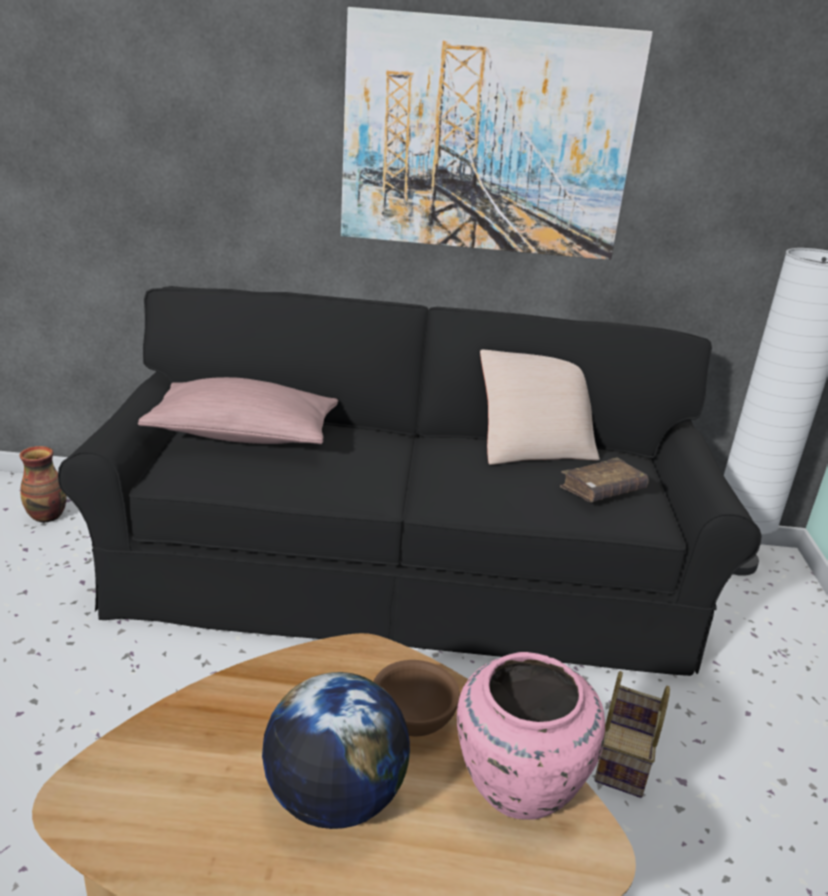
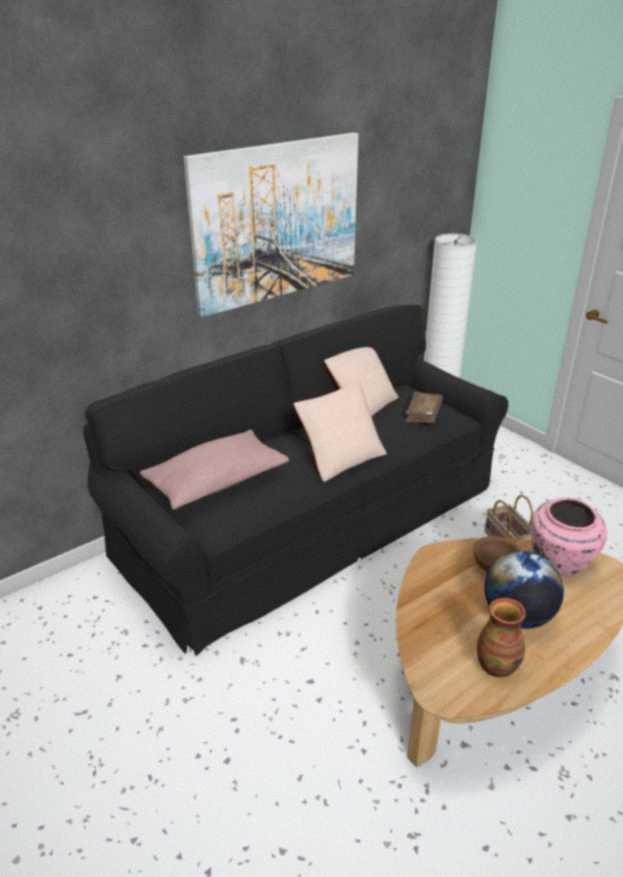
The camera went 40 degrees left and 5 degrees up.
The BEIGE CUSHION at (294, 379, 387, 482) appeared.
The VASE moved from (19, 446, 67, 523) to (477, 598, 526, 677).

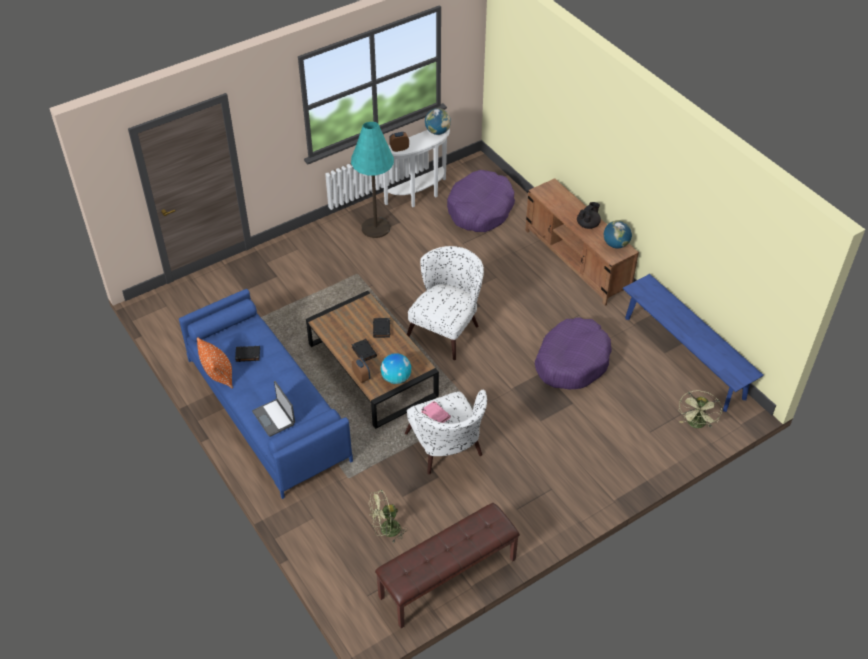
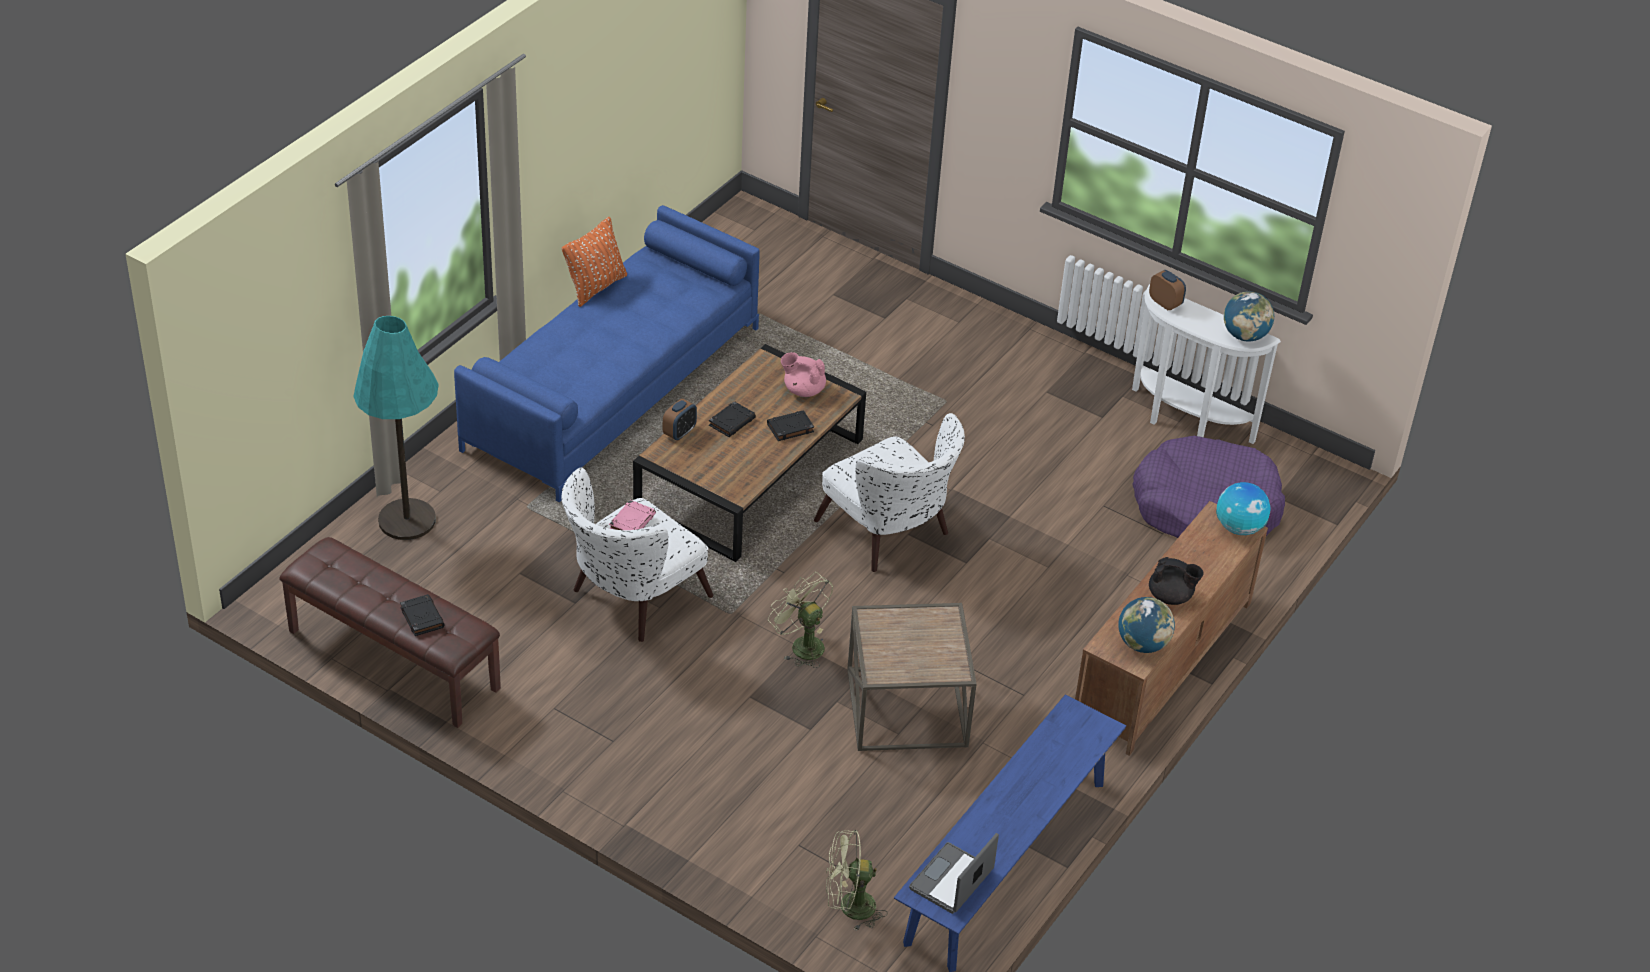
The camera went 65 degrees right and 5 degrees down.
The TURQUOISE STANDING LAMP moved from (351, 122, 394, 238) to (353, 316, 439, 540).
The BLACK-COLOURED BOOK moved from (235, 346, 260, 362) to (400, 594, 445, 636).
The GREENISH ELECTRIC FAN moved from (369, 490, 408, 544) to (768, 572, 833, 668).
The PINKISH TEAPOT at (781, 352, 826, 397) appeared.
The WHITISH EASY CHAIR at (407, 246, 484, 360) turned 45 degrees clockwise.
The PURPLE PET BED at (535, 317, 612, 389) was replaced by the BROWN SIDE TABLE at (847, 603, 977, 751).
The NOTEBOOK COMPUTER moved from (252, 381, 295, 437) to (909, 833, 999, 914).
The DESK GLOBE moved from (381, 353, 411, 384) to (1216, 482, 1271, 535).

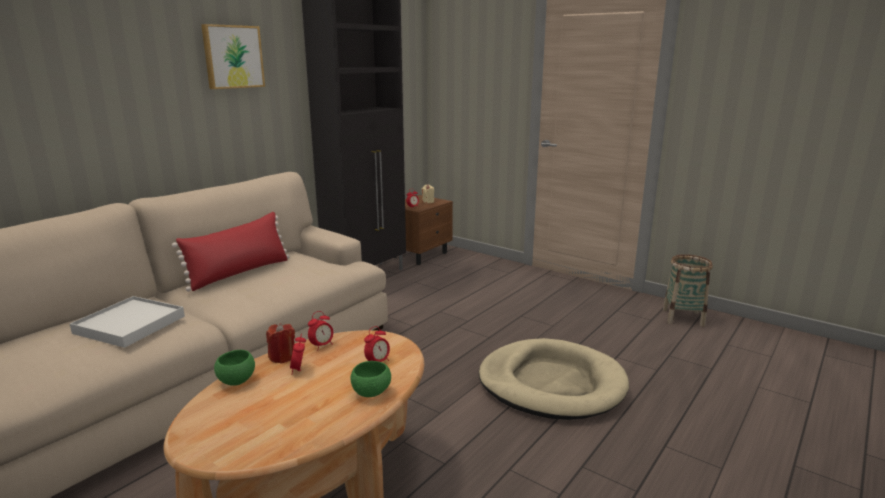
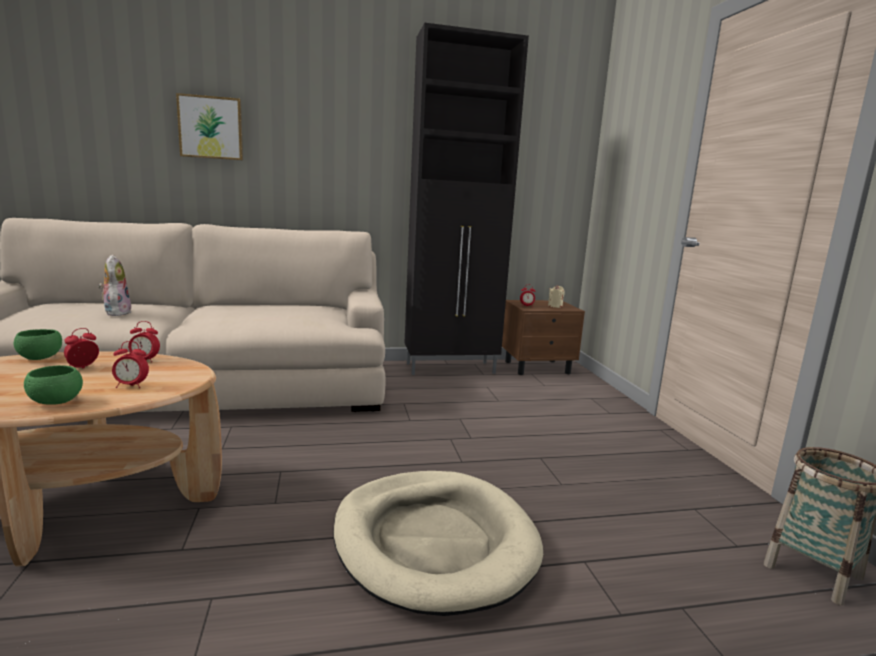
The camera went 40 degrees right and 5 degrees down.
The WHITISH SERVING TRAY at (70, 296, 185, 348) was replaced by the CUDDLY TOY at (98, 255, 132, 316).
The WALL PICTURE moved from (201, 24, 265, 89) to (176, 93, 243, 161).
The RED-COLOURED CUSHION at (172, 212, 290, 291) disappeared.
The RED-COLOURED WAX LIGHT at (266, 323, 295, 363) disappeared.

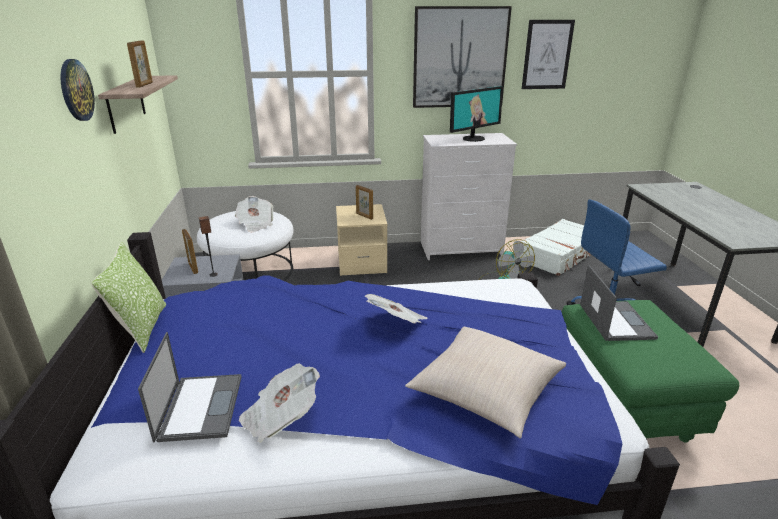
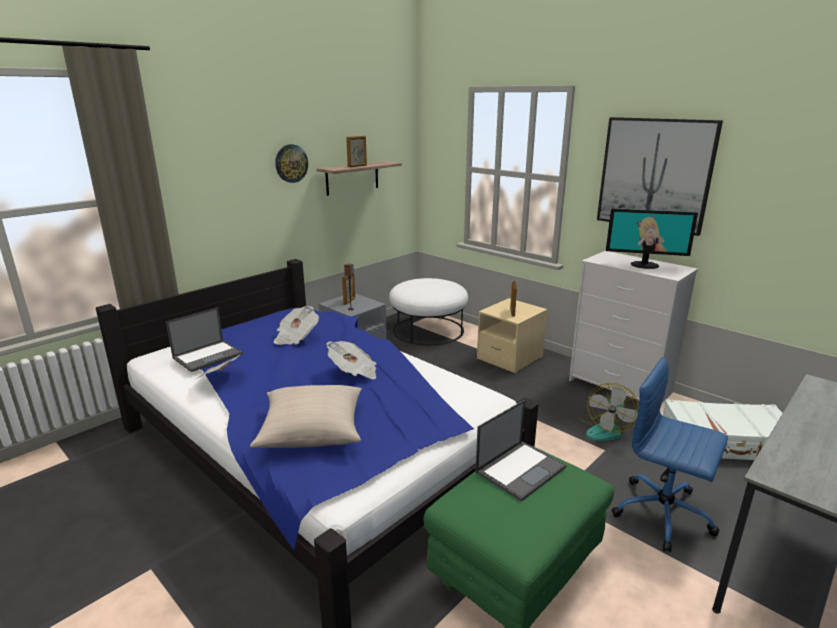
The camera went 50 degrees right and 5 degrees down.
The NEWSPAPER moved from (235, 196, 273, 232) to (274, 306, 319, 345).
The CUSHION at (91, 242, 166, 353) disappeared.
The WALL PICTURE at (522, 20, 575, 89) disappeared.

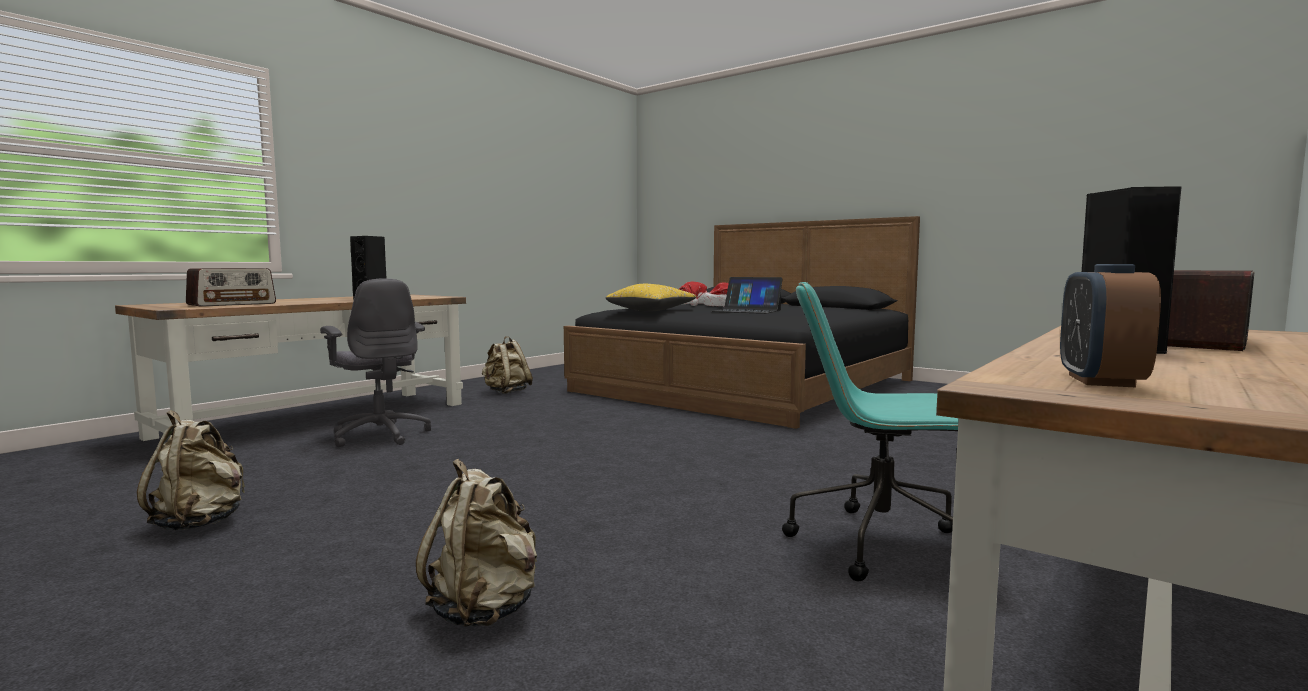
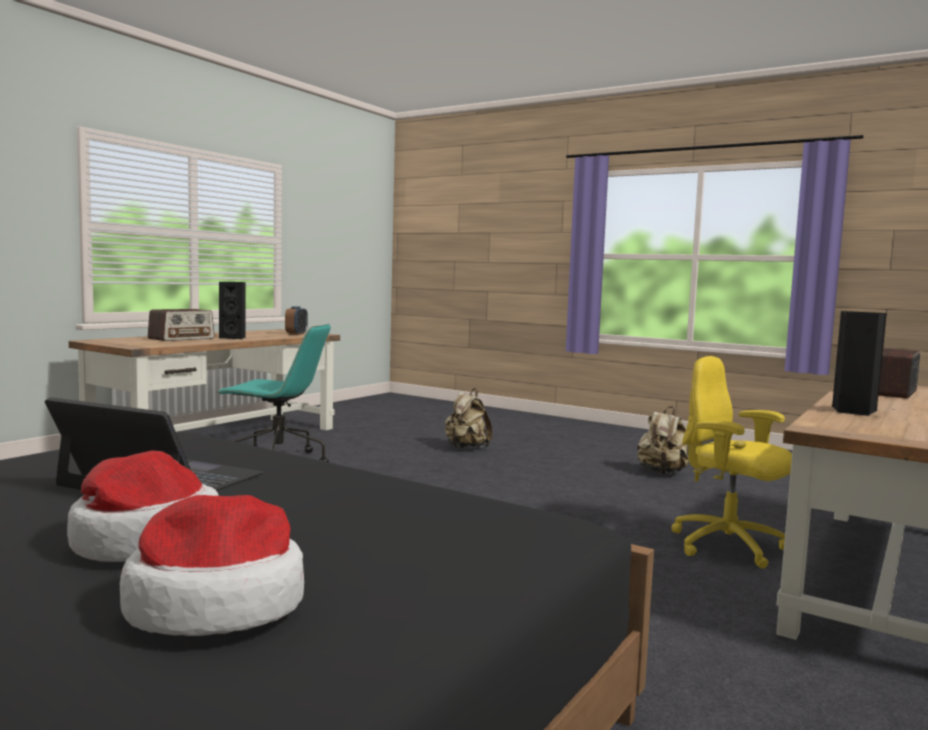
The camera went 175 degrees right and 0 degrees up.
The GREYISH OFFICE CHAIR at (320, 278, 431, 448) became the YELLOWISH OFFICE CHAIR at (671, 356, 792, 568).
The BEIGE BACKPACK at (481, 336, 533, 394) disappeared.
The YELLOWISH CUSHION at (606, 284, 696, 312) disappeared.

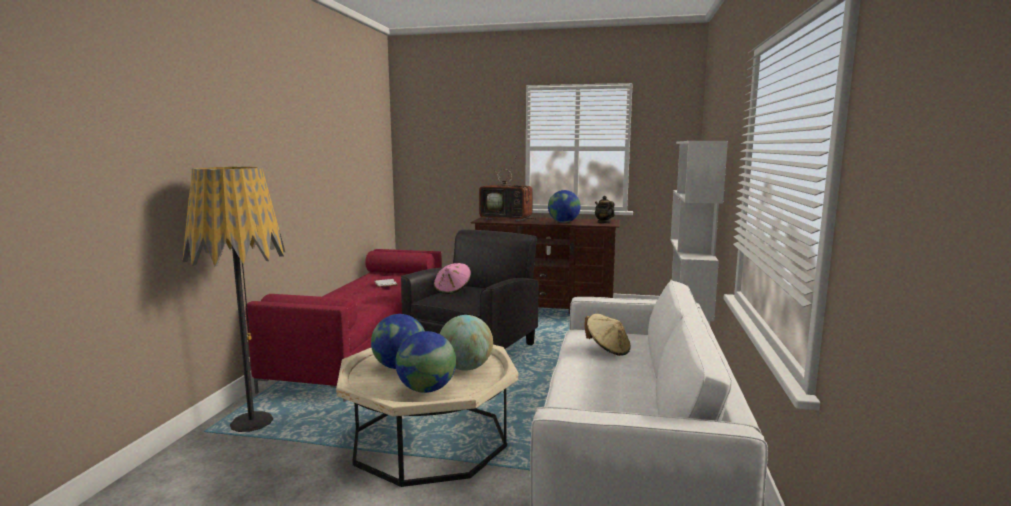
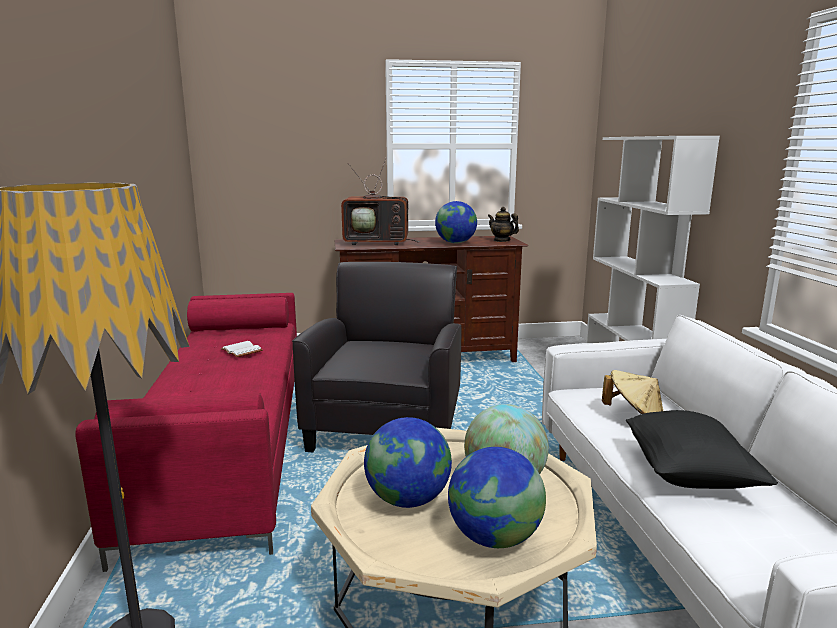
The camera went 20 degrees left and 5 degrees up.
The BLACK-COLOURED CUSHION at (626, 410, 778, 489) appeared.
The PINKISH CLOTHING HAT at (434, 263, 471, 294) disappeared.

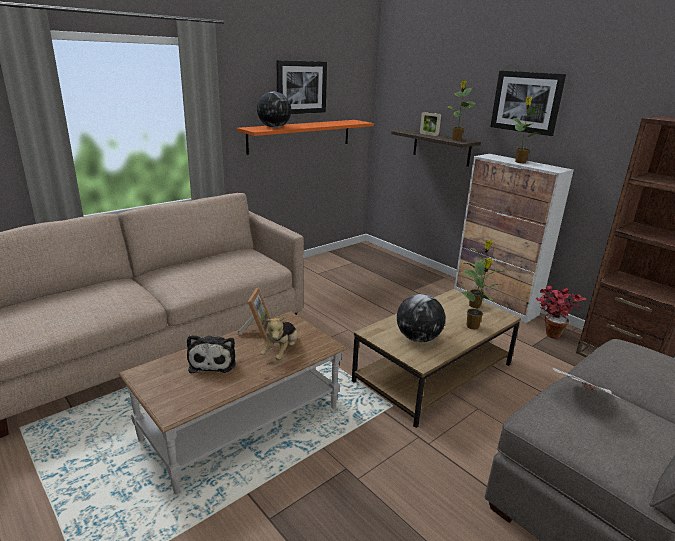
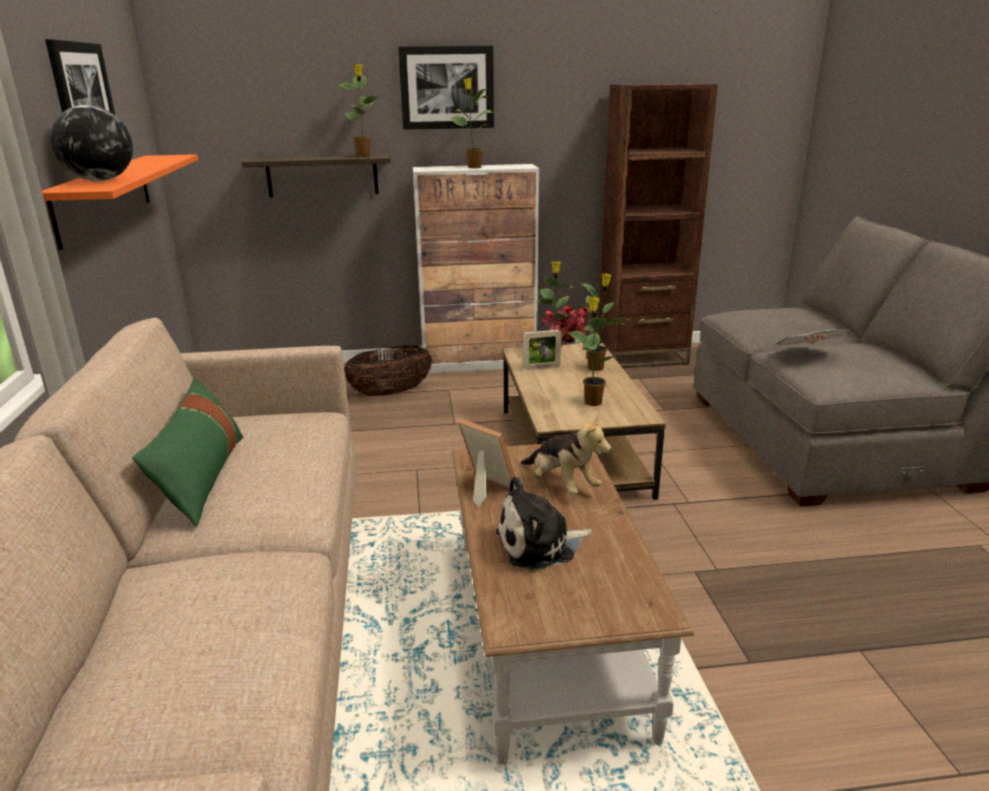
The camera went 55 degrees left and 0 degrees up.
The GREENISH CUSHION at (132, 378, 243, 527) appeared.
The HOUSEHOLD BASKET at (344, 345, 432, 396) appeared.
The CUDDLY TOY at (187, 335, 236, 373) turned 135 degrees clockwise.
The STANDING FRAME moved from (420, 112, 441, 136) to (523, 330, 562, 370).
The DESK GLOBE at (397, 294, 445, 342) was replaced by the POTTED PLANT at (568, 297, 627, 406).

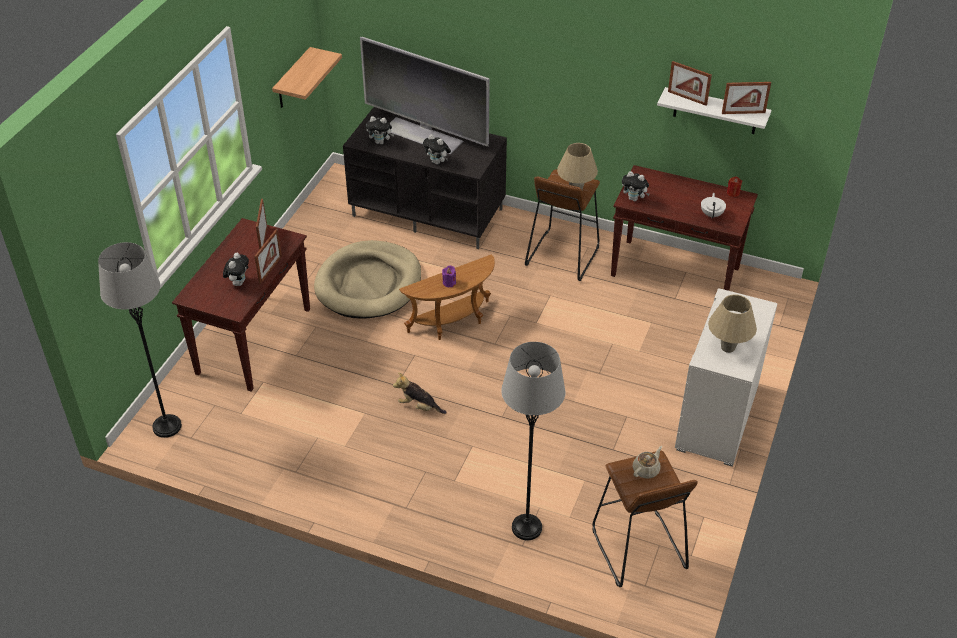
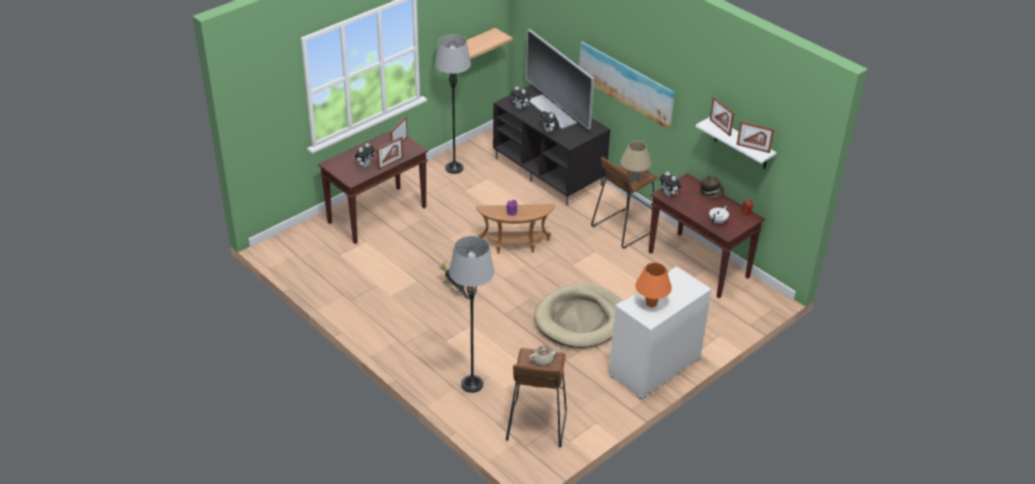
The camera went 25 degrees right and 5 degrees down.
The GREYISH STANDING LAMP moved from (98, 242, 182, 438) to (435, 34, 471, 174).
The BEIGE PET BED moved from (314, 240, 421, 319) to (534, 284, 622, 348).
The WALL PICTURE at (579, 42, 675, 129) appeared.
The BEIGE TABLE LAMP at (708, 294, 757, 353) became the ORANGE TABLE LAMP at (635, 262, 672, 308).
The CLOTHING HAT at (700, 176, 724, 198) appeared.

